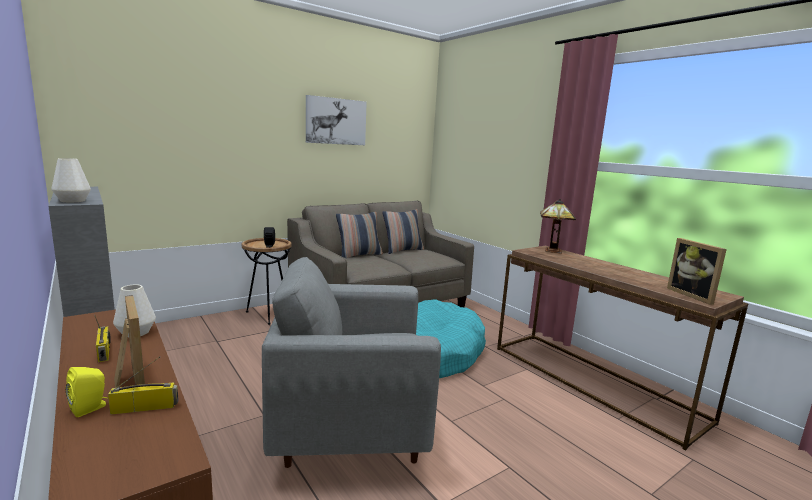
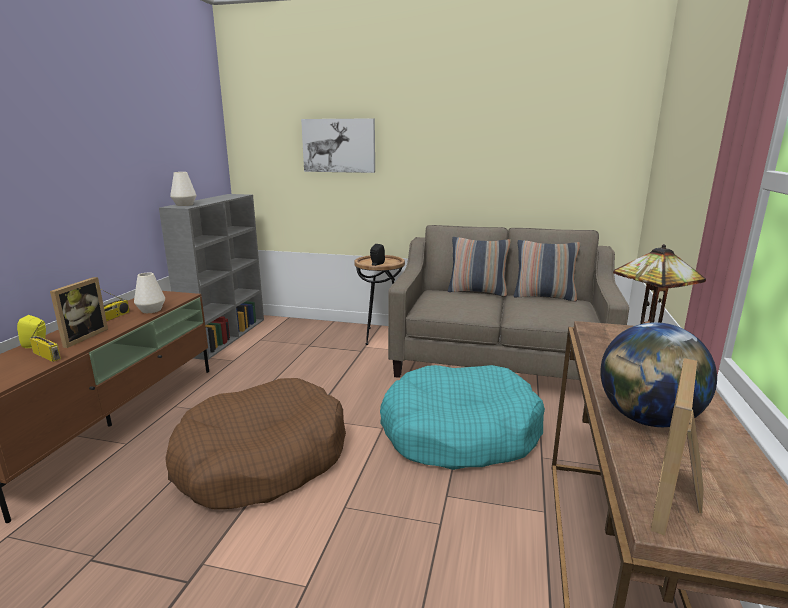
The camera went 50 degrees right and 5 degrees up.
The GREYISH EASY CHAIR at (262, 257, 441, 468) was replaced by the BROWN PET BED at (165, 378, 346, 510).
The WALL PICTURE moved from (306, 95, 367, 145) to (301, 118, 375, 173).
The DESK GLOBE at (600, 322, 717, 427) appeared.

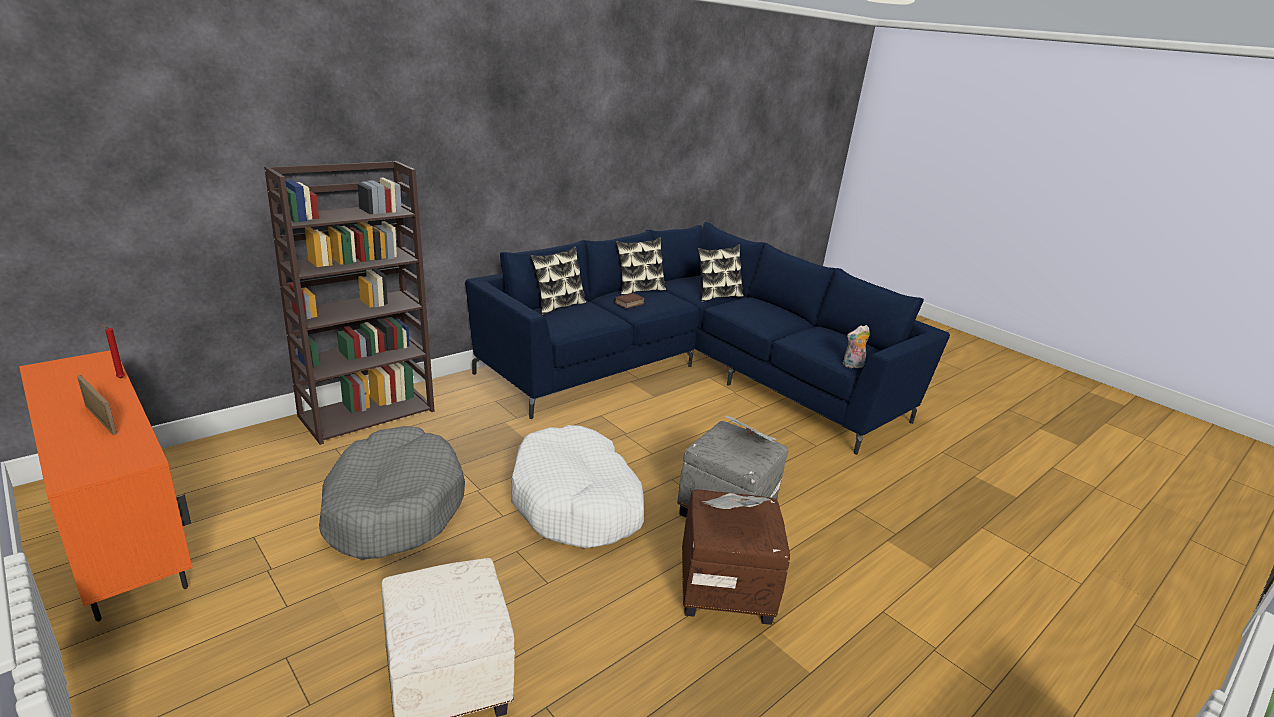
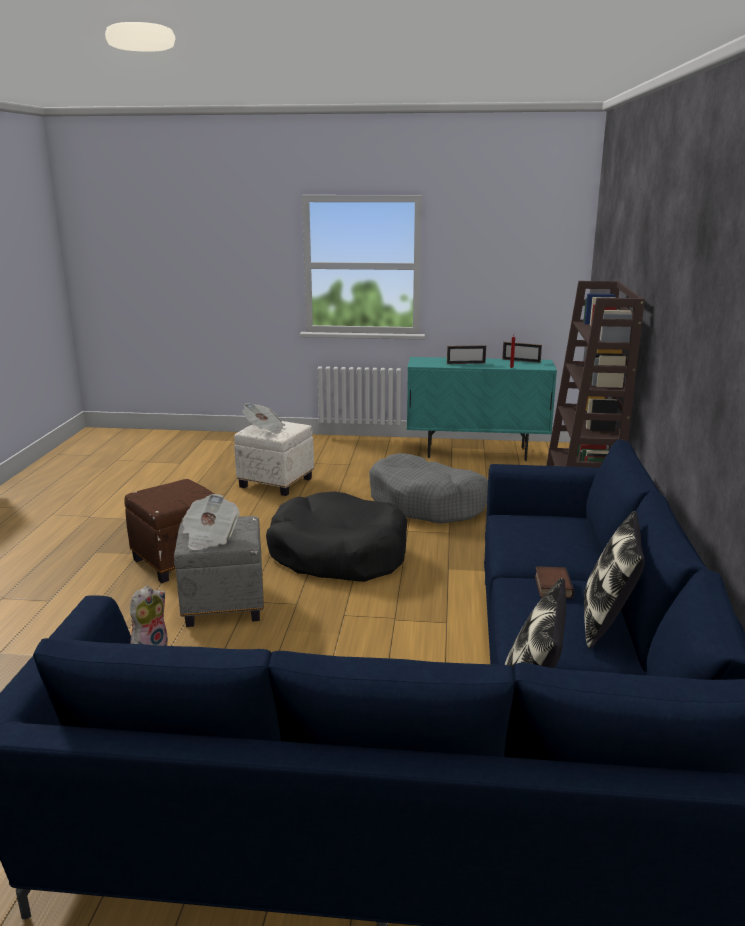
The camera went 140 degrees right and 5 degrees down.
The NEWSPAPER moved from (702, 493, 770, 509) to (242, 403, 285, 434).
The WHITISH PET BED at (511, 425, 644, 548) became the BLACK-COLOURED PET BED at (266, 491, 407, 582).
The ORANGE CUPBOARD at (19, 350, 193, 622) became the TURQUOISE CUPBOARD at (407, 357, 557, 461).
The STANDING FRAME at (502, 342, 542, 363) appeared.
The CUSHION at (530, 246, 586, 315) disappeared.

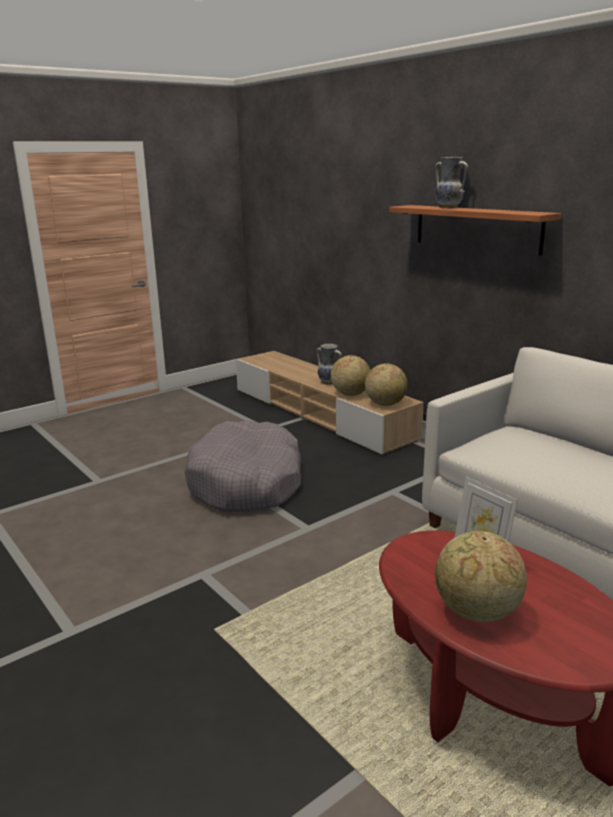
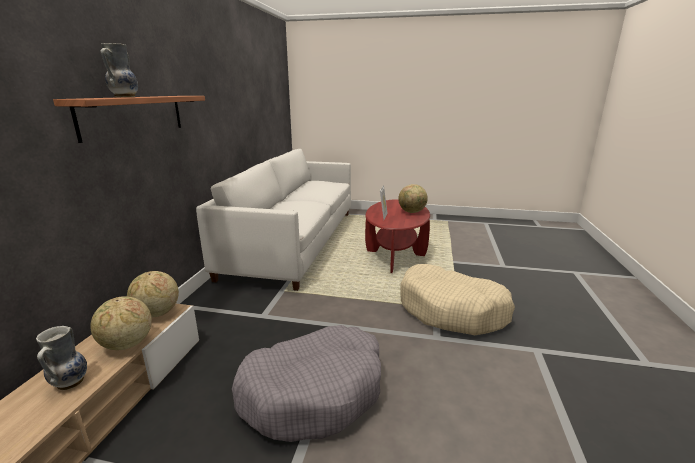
The camera went 130 degrees left and 0 degrees up.
The BEIGE PET BED at (401, 264, 515, 335) appeared.

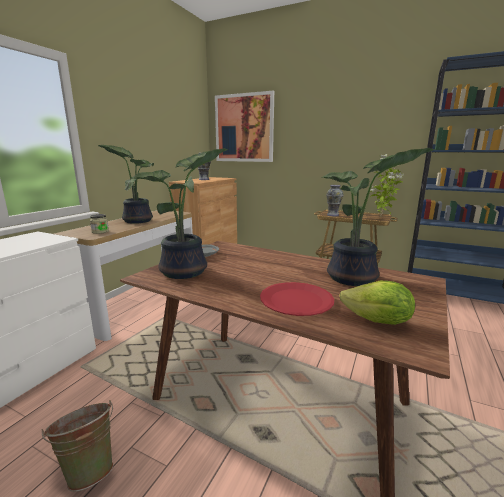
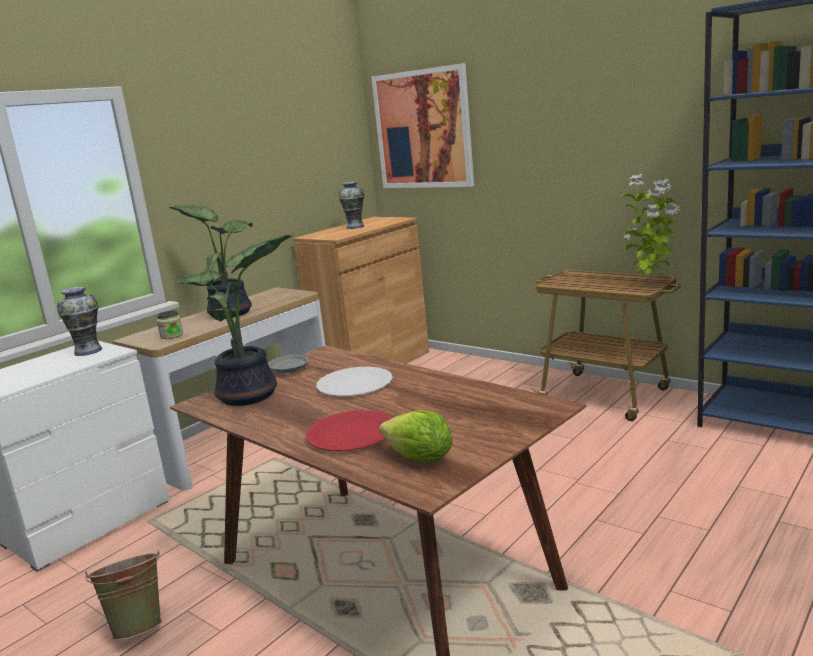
The camera went 15 degrees right and 0 degrees up.
The VASE moved from (326, 185, 344, 216) to (57, 287, 102, 356).
The WHITISH FLAT DISH at (316, 367, 393, 396) appeared.
The POTTED PLANT at (322, 148, 435, 286) disappeared.

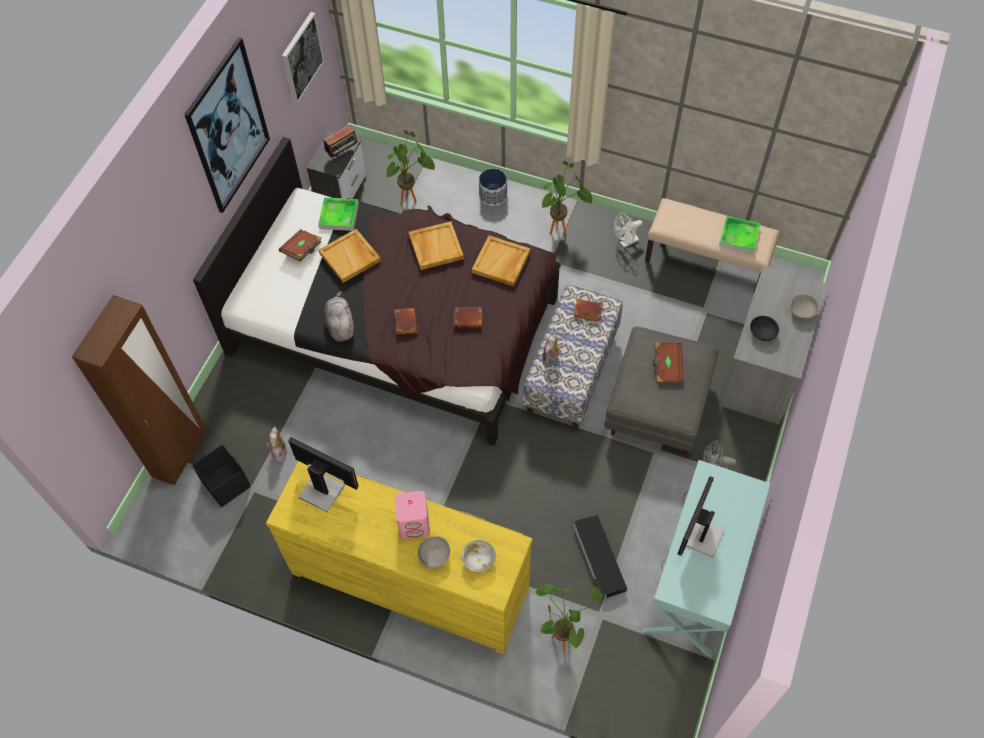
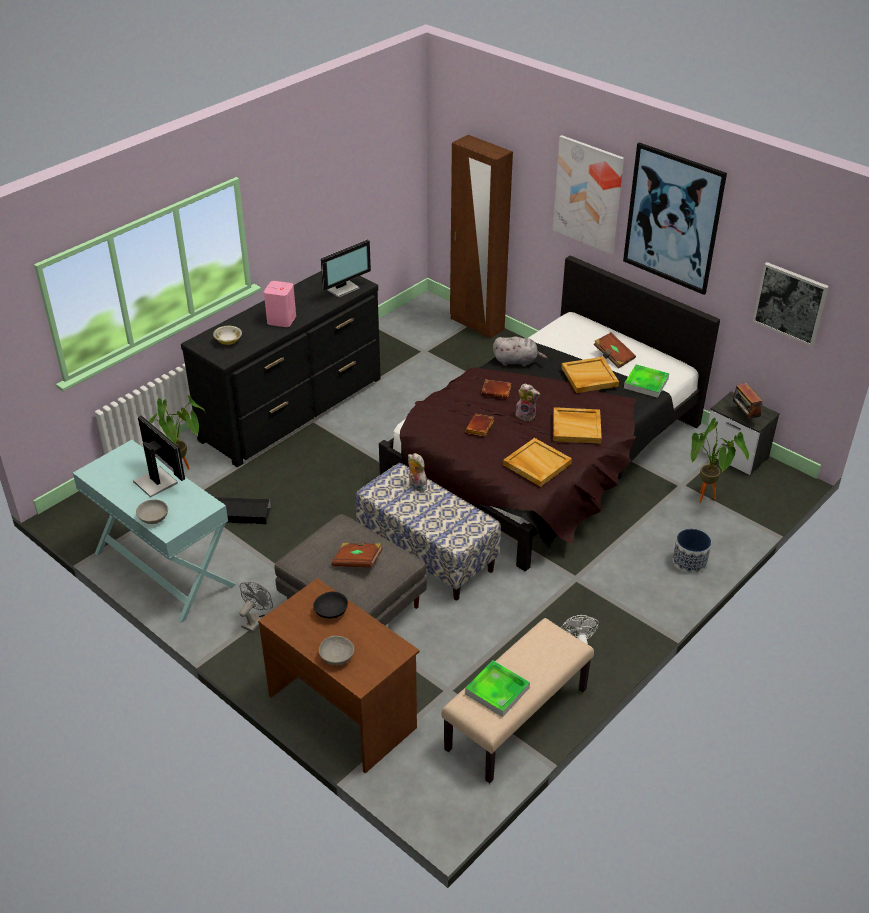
The camera went 110 degrees right and 20 degrees down.
The GREYISH BOWL moved from (418, 536, 450, 568) to (136, 499, 168, 524).
The YELLOWISH CHEST OF DRAWERS at (266, 461, 532, 654) became the BLACK-COLOURED CHEST OF DRAWERS at (181, 271, 381, 467).
The GREYISH DESK at (721, 265, 827, 424) became the BROWN DESK at (258, 578, 420, 773).
The CUDDLY TOY moved from (266, 427, 287, 461) to (515, 384, 540, 421).
The WALL PICTURE at (553, 135, 624, 254) appeared.
The BLACK-COLOURED STORAGE BIN at (192, 444, 251, 507) disappeared.
The POTTED PLANT at (541, 161, 593, 234) disappeared.
The BROWN BOOK at (574, 299, 603, 322) disappeared.

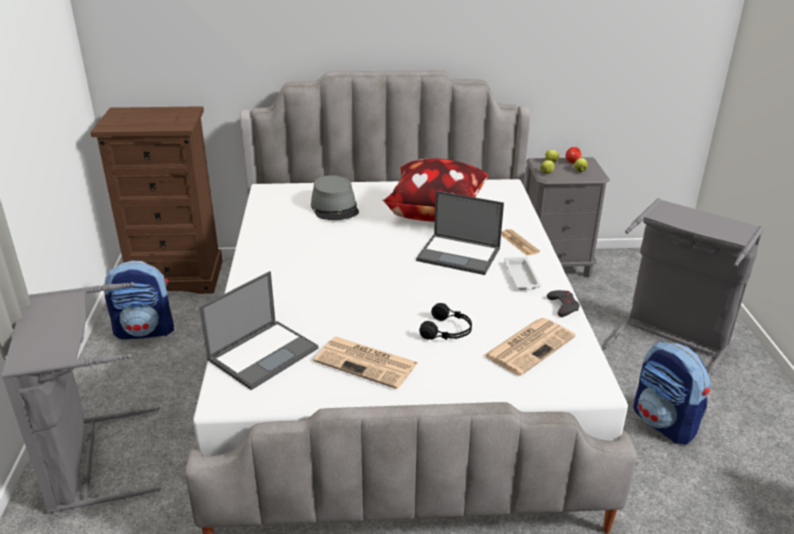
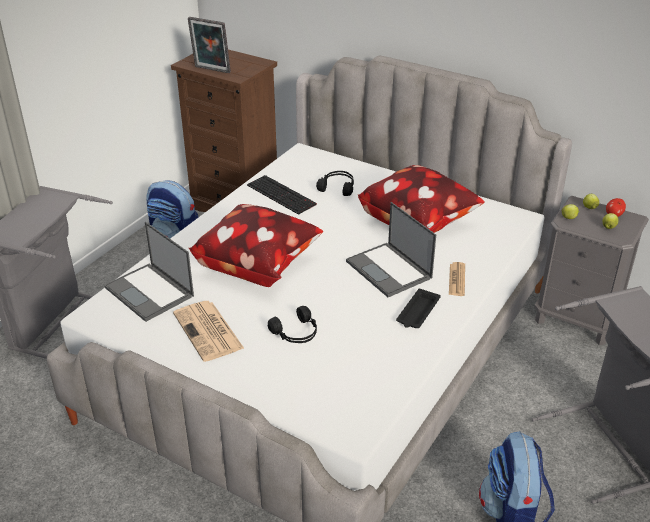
The camera went 35 degrees right and 5 degrees up.
The NOTEBOOK COMPUTER at (199, 271, 319, 390) turned 60 degrees clockwise.
The STANDING FRAME at (188, 17, 231, 73) appeared.
The CUSHION at (189, 204, 323, 287) appeared.
The PC KEYBOARD at (247, 175, 317, 215) appeared.
The GREYISH CLOTHING HAT at (311, 175, 359, 220) was replaced by the BLACK-COLOURED PAIR OF HEADPHONES at (316, 171, 354, 196).
The WHITISH SERVING TRAY at (504, 257, 541, 290) became the BLACK-COLOURED SERVING TRAY at (396, 288, 441, 328).
The NEWSPAPER at (483, 318, 576, 376) disappeared.
The GREYISH JOYPAD at (547, 290, 580, 317) disappeared.

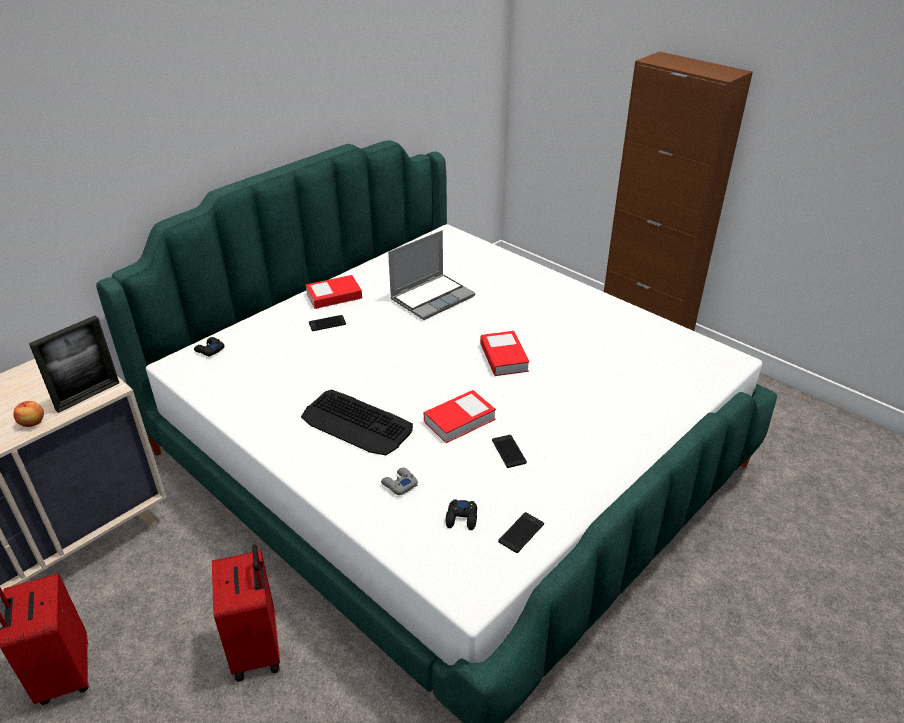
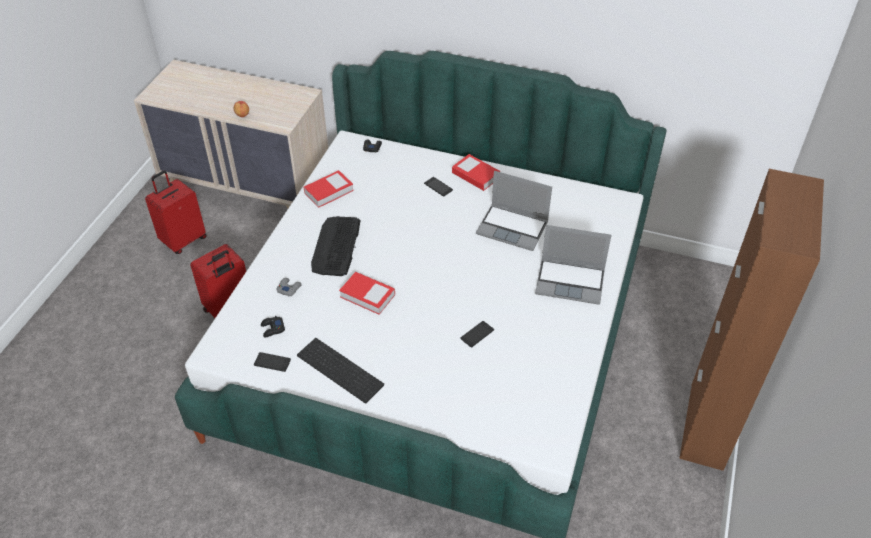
The camera went 65 degrees right and 10 degrees up.
The PC KEYBOARD at (297, 338, 384, 403) appeared.
The BOOK moved from (480, 331, 530, 376) to (304, 170, 354, 208).
The TELEPHONE moved from (492, 435, 527, 468) to (460, 321, 494, 347).
The NOTEBOOK COMPUTER at (535, 225, 612, 305) appeared.
The STANDING FRAME at (29, 316, 119, 413) disappeared.

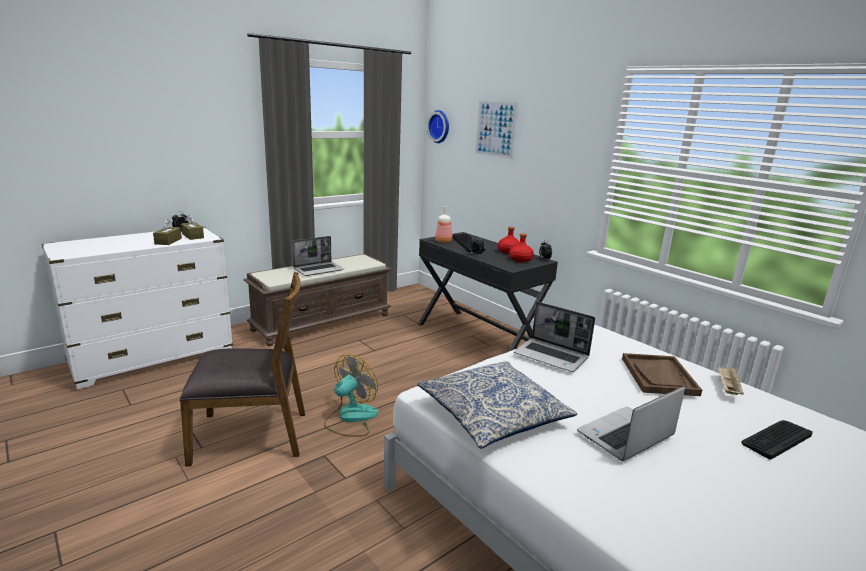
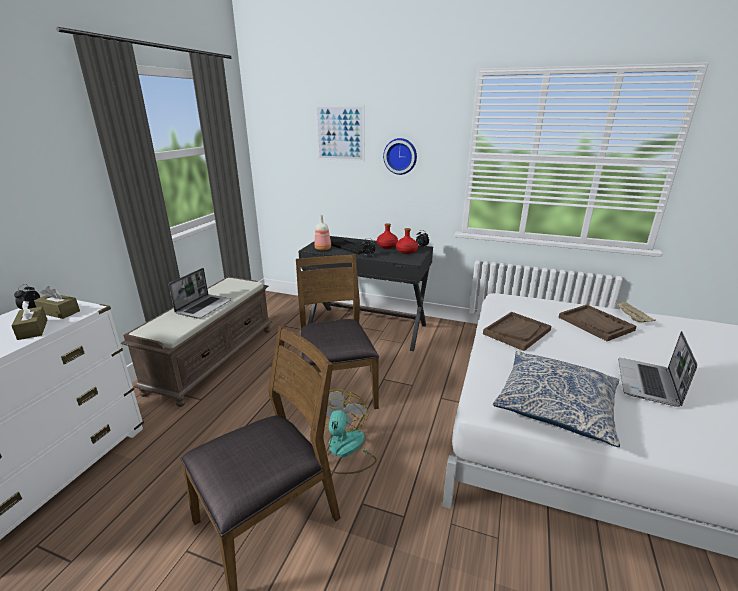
The camera went 30 degrees left and 5 degrees up.
The BROWN UPRIGHT CHAIR at (296, 254, 379, 409) appeared.
The CLOCK ON THE WALL moved from (427, 110, 449, 143) to (383, 138, 417, 175).
The NOTEBOOK COMPUTER at (514, 302, 595, 372) was replaced by the BROWN SERVING TRAY at (483, 312, 551, 351).
The PC KEYBOARD at (741, 420, 813, 460) disappeared.

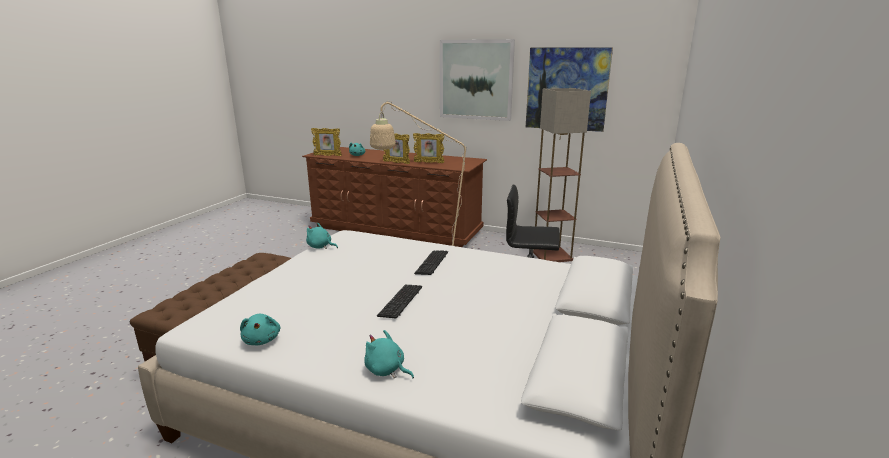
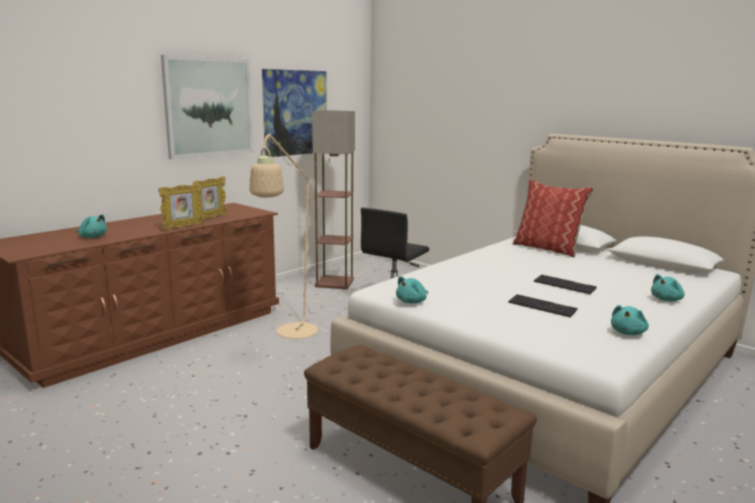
The camera went 70 degrees left and 5 degrees down.
The PC KEYBOARD moved from (414, 250, 448, 275) to (508, 294, 578, 317).
The CUSHION at (512, 180, 594, 258) appeared.
The TURQUOISE CUDDLY TOY at (240, 314, 280, 345) turned 120 degrees clockwise.
The STANDING FRAME at (311, 128, 342, 156) disappeared.

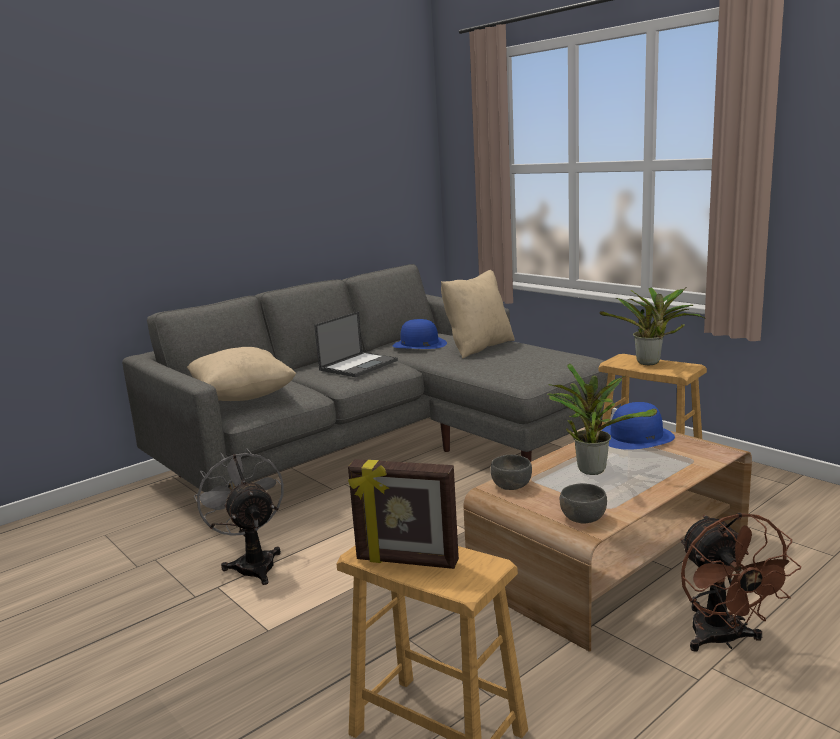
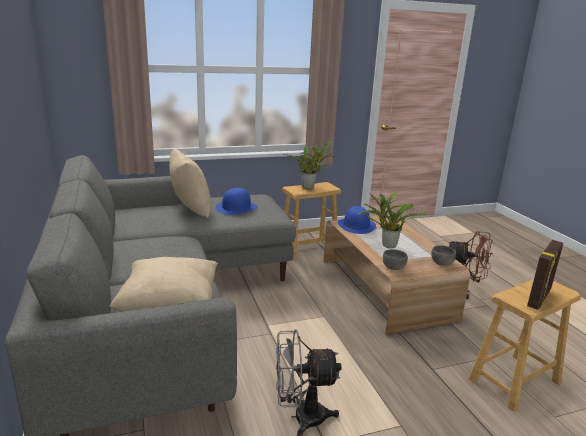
The camera went 70 degrees left and 5 degrees up.
The BLUE CLOTHING HAT moved from (393, 319, 447, 349) to (216, 188, 257, 215).
The NOTEBOOK COMPUTER at (314, 311, 398, 377) disappeared.

